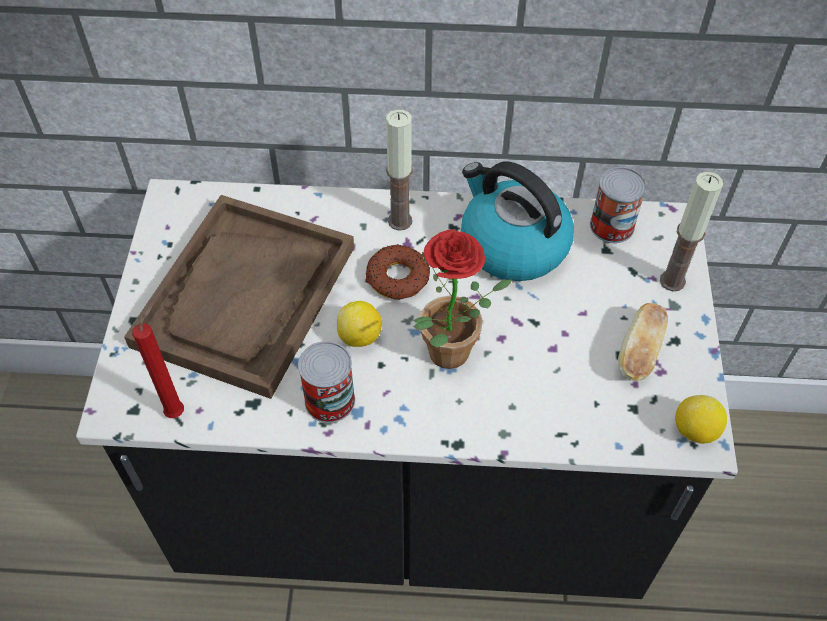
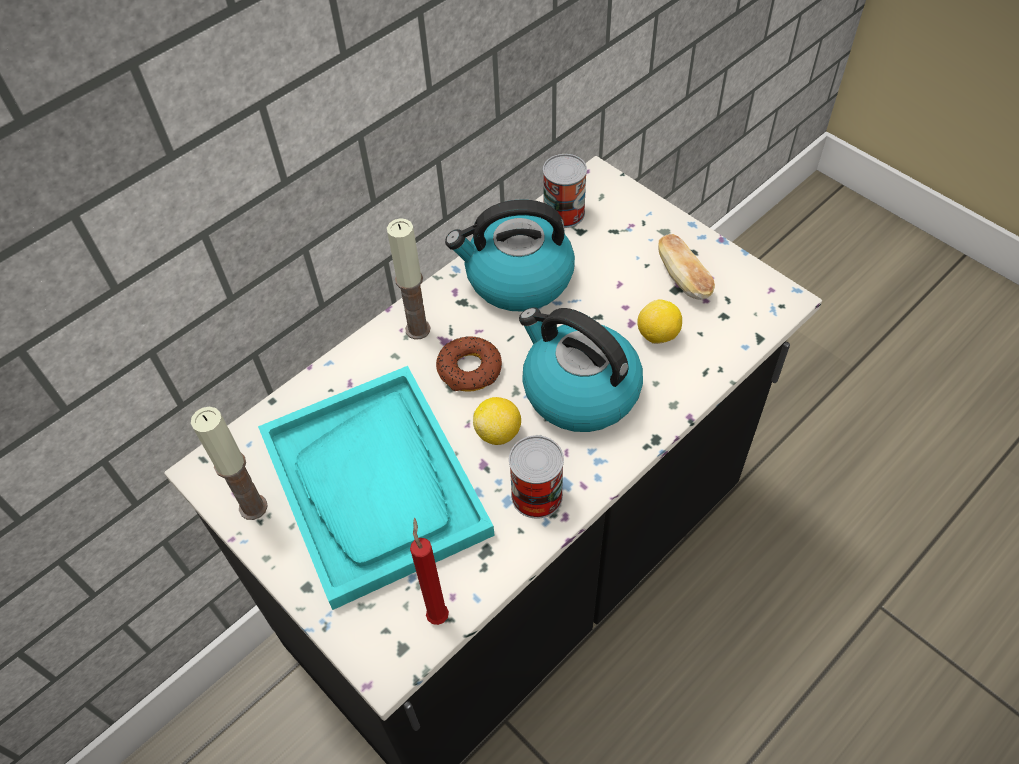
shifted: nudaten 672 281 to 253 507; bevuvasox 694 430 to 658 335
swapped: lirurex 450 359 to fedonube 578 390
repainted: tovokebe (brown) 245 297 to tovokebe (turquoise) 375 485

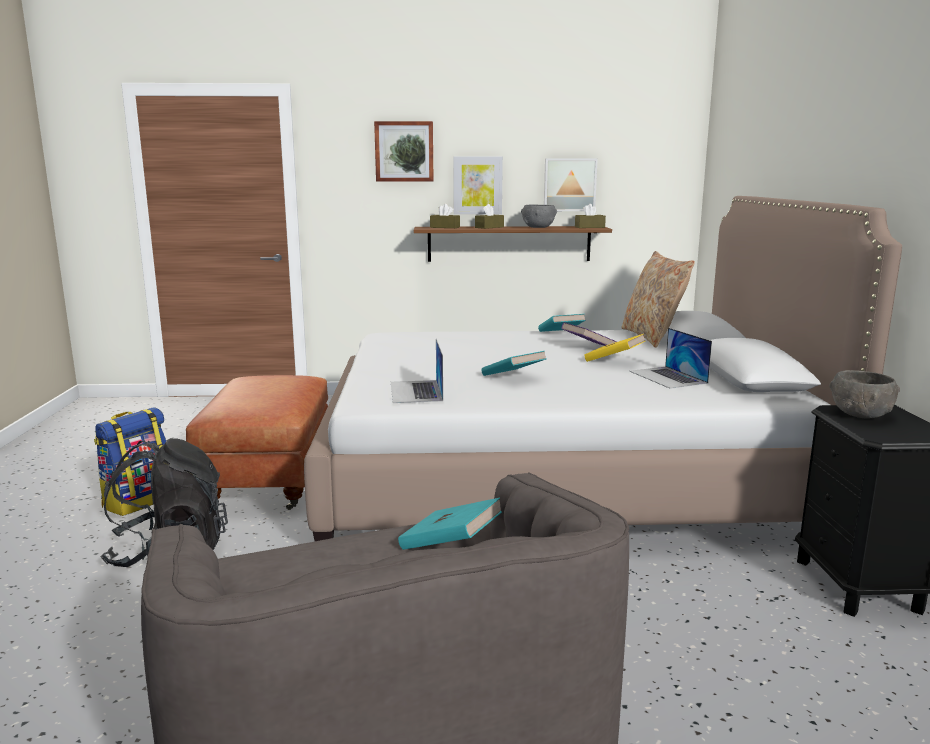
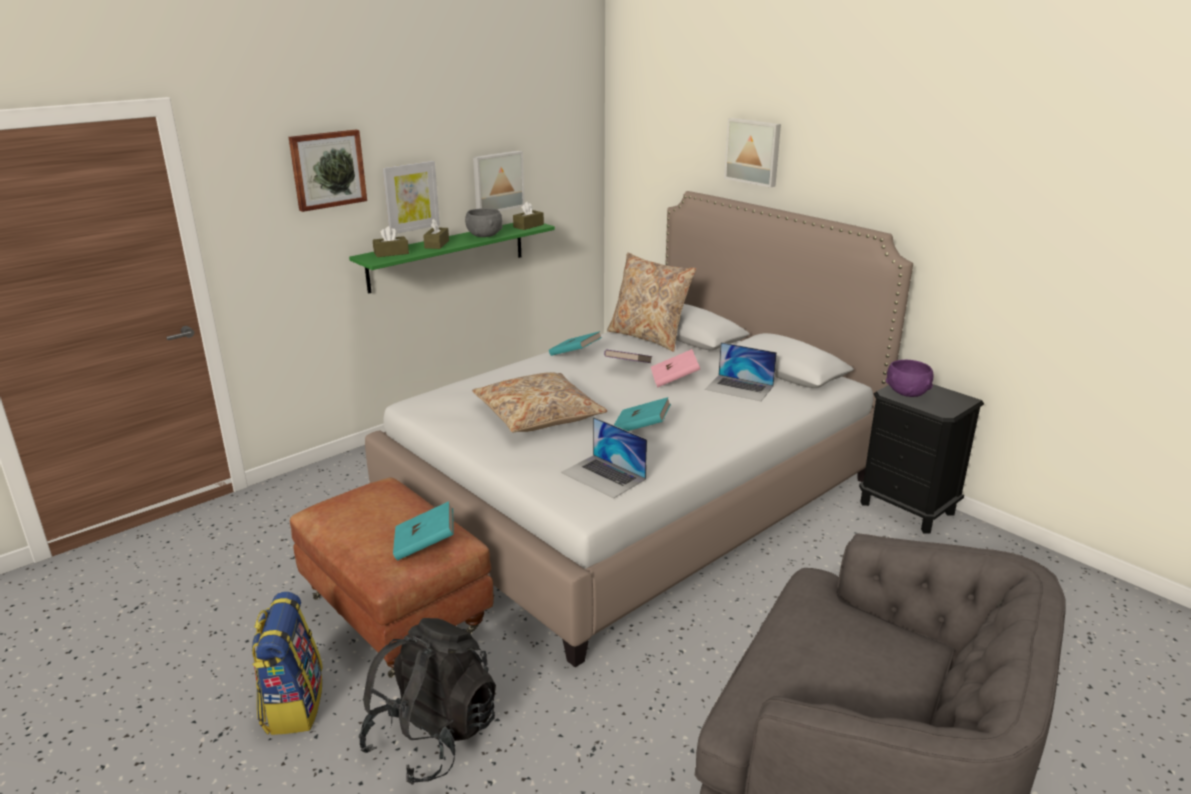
new: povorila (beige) 538 415; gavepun 753 151
shifted: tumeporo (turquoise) 451 545 to 425 544
repainted: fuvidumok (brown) 509 243 to fuvidumok (green) 447 255; tumeporo (yellow) 614 361 to tumeporo (pink) 674 380; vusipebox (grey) 860 414 to vusipebox (purple) 907 392

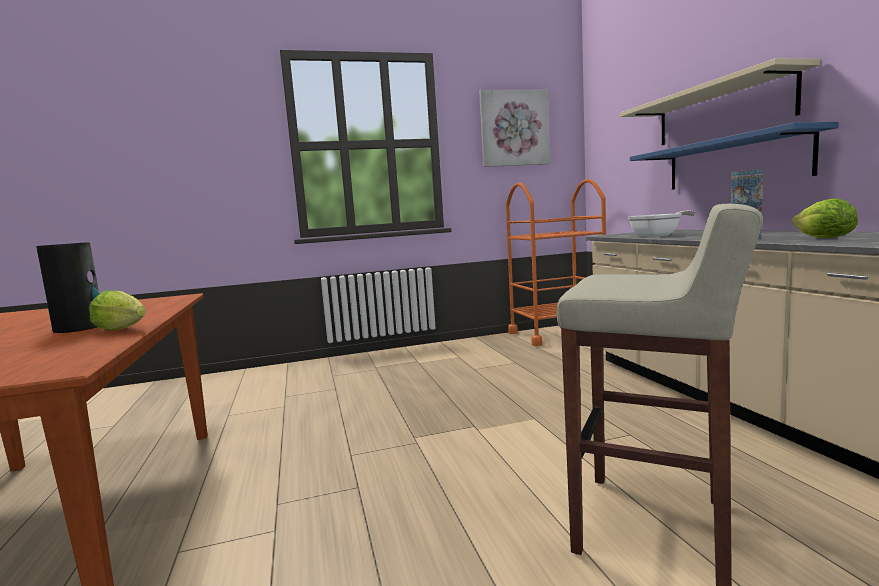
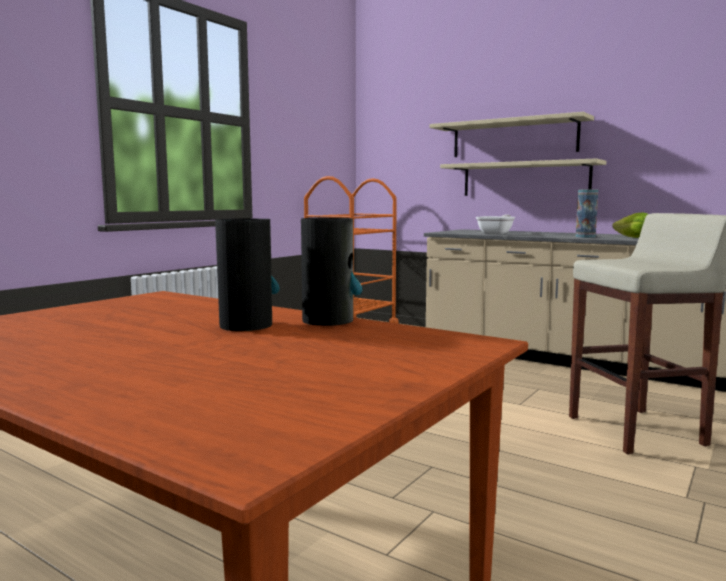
gone: gavepun 514 128
swapped: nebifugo 124 330 to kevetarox 328 320
repainted: fuvidumok (blue) 733 162 to fuvidumok (beige) 525 179

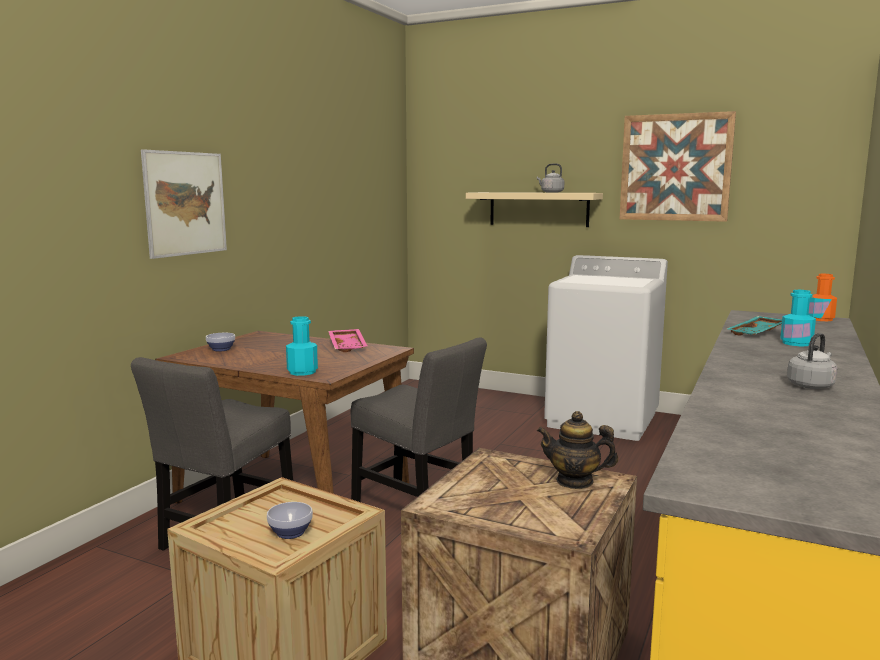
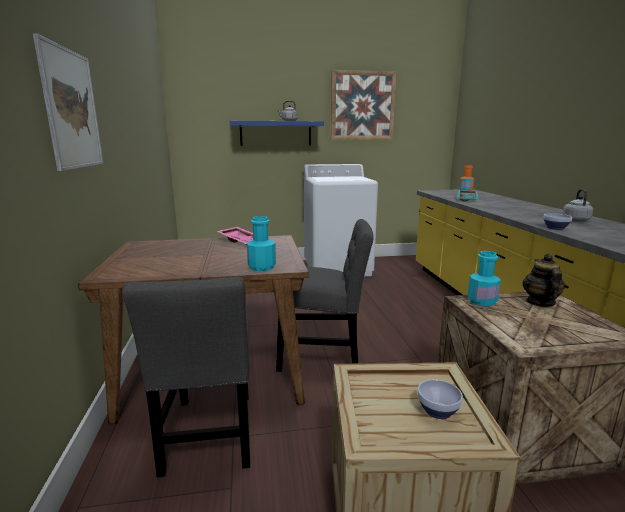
shifted: vusipebox 221 349 to 554 228; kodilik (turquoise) 796 343 to 482 301
repainted: fuvidumok (beige) 538 209 to fuvidumok (blue) 275 133
rotated: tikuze 575 481 = 540 302 120 degrees clockwise

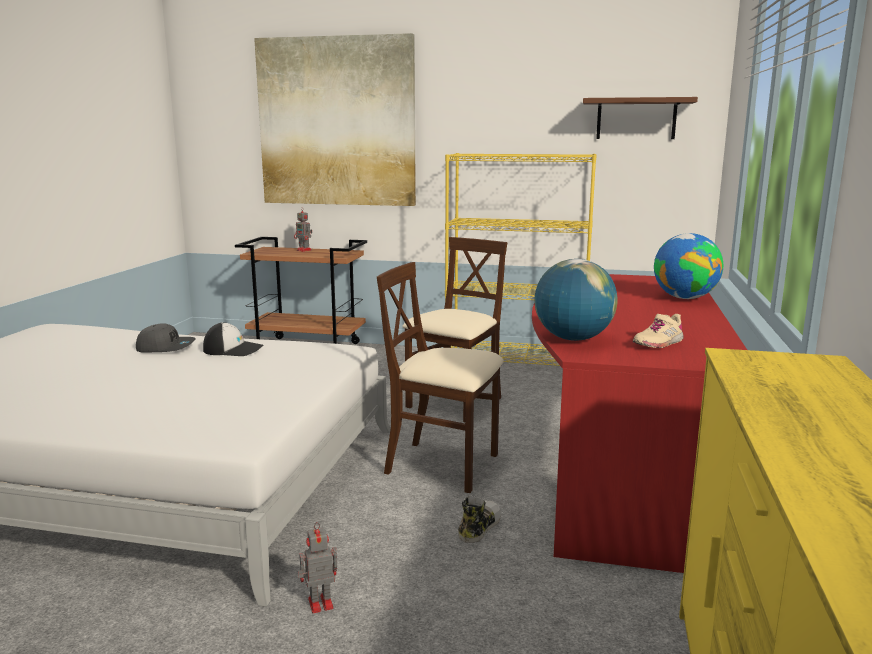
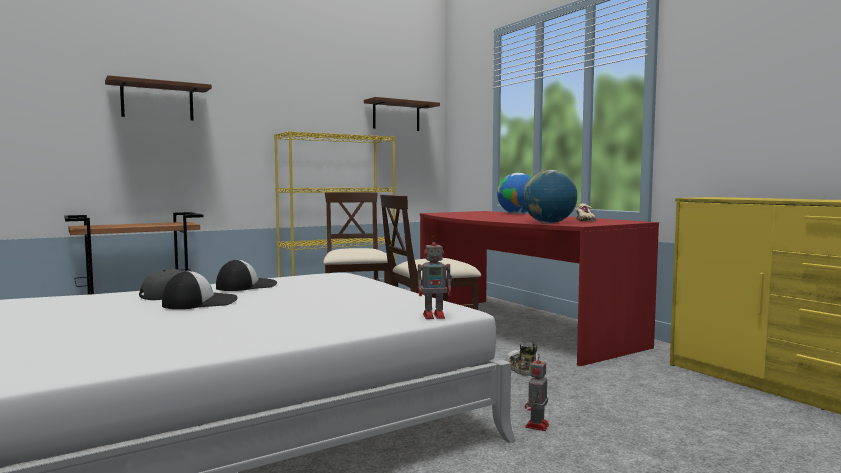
new: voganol 200 303
shifted: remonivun 304 250 to 435 316
swapped: gavepun 337 122 to fuvidumok (brown) 157 101

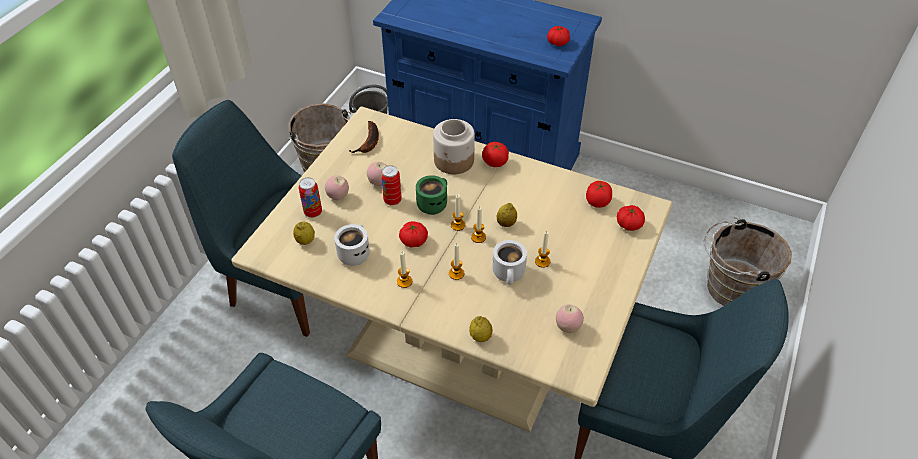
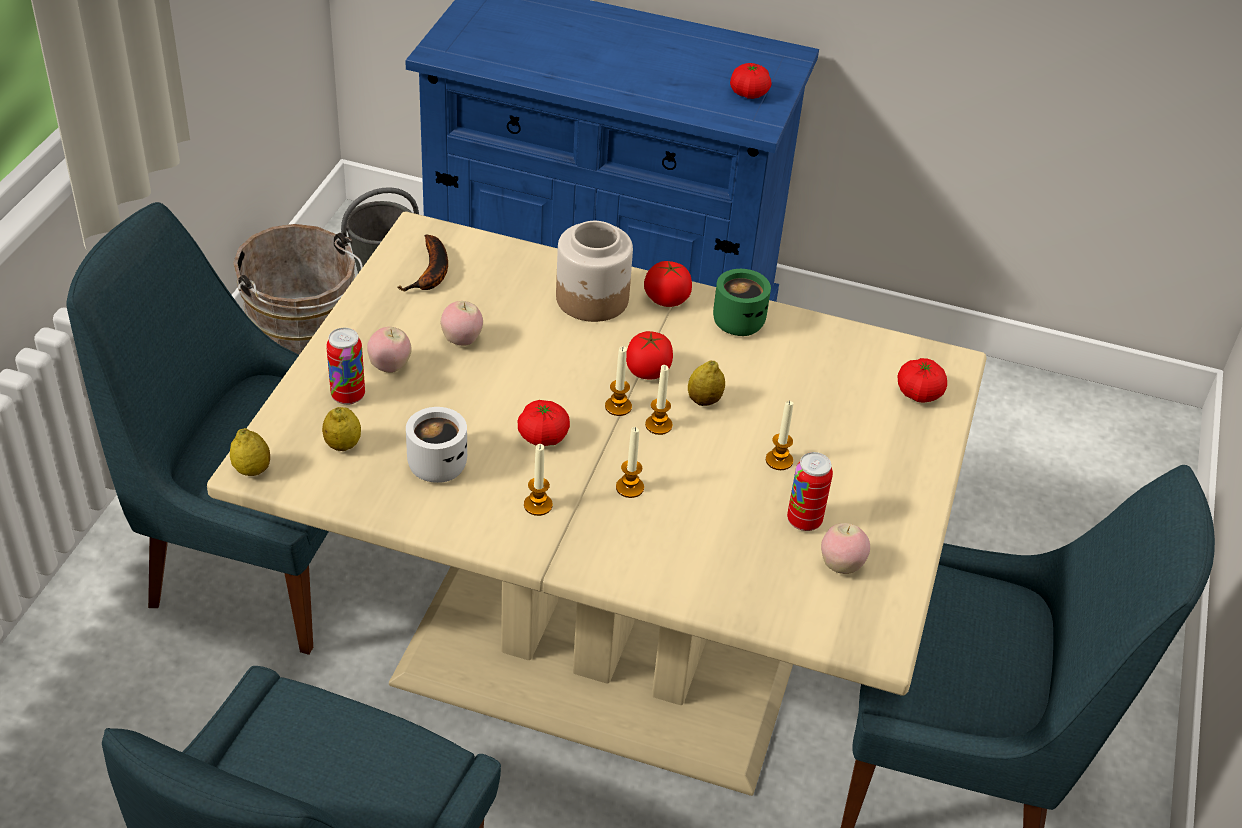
gone: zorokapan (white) 510 274; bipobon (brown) 729 288
shifted: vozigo 392 200 to 804 521; zorokapan (green) 432 203 to 738 319; bevuvasox 480 337 to 252 470; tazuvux 597 202 to 648 370

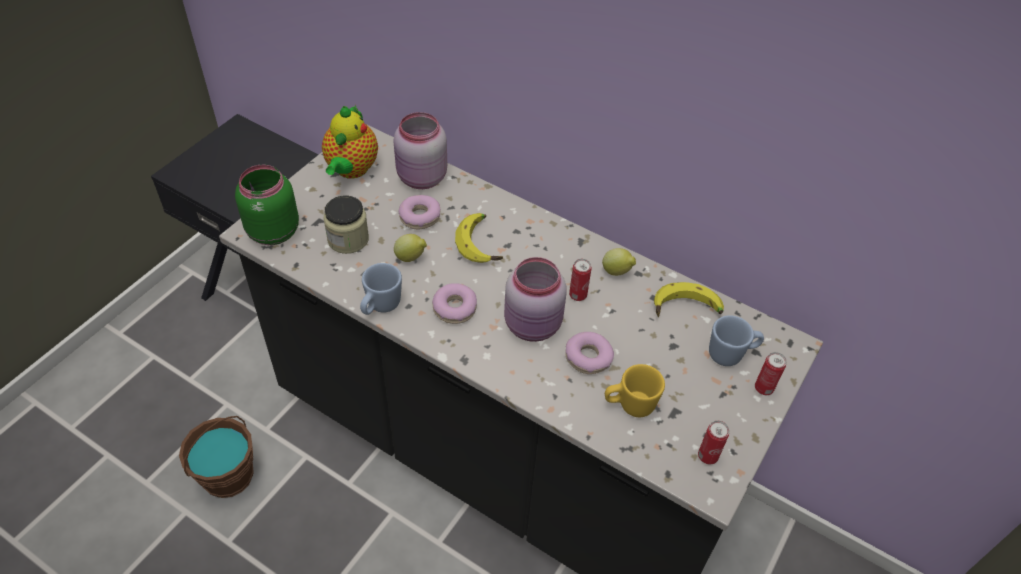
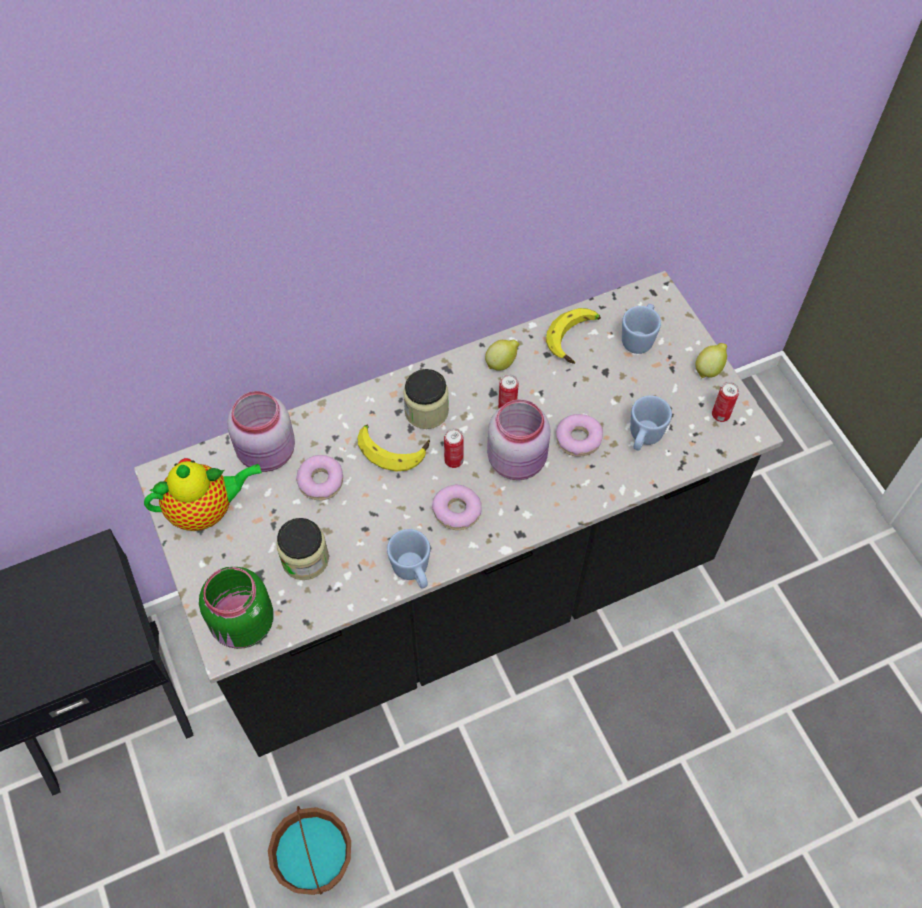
new: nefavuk 426 411
shifted: bevuvasox 411 258 to 709 369; vozigo 763 388 to 453 461
repainted: zorokapan (yellow) 629 405 to zorokapan (blue) 643 438
rotated: tikuze 351 170 = 206 510 60 degrees counterclockwise

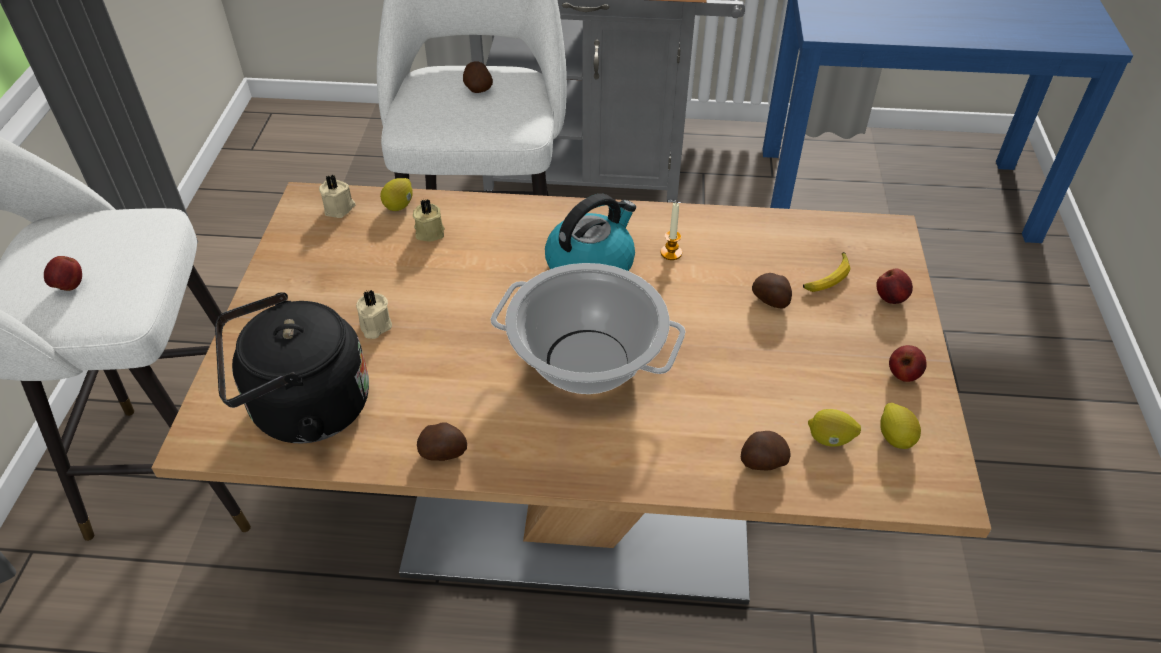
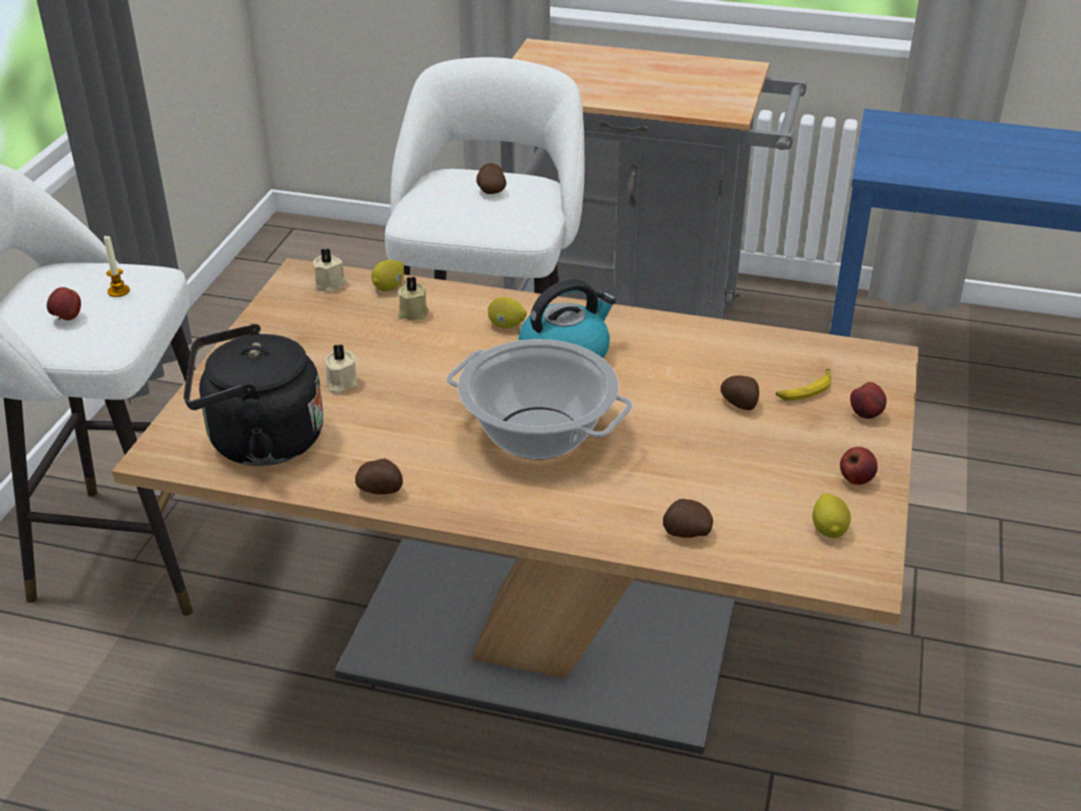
shifted: nudaten 671 253 to 118 291; bevuvasox 829 439 to 506 326

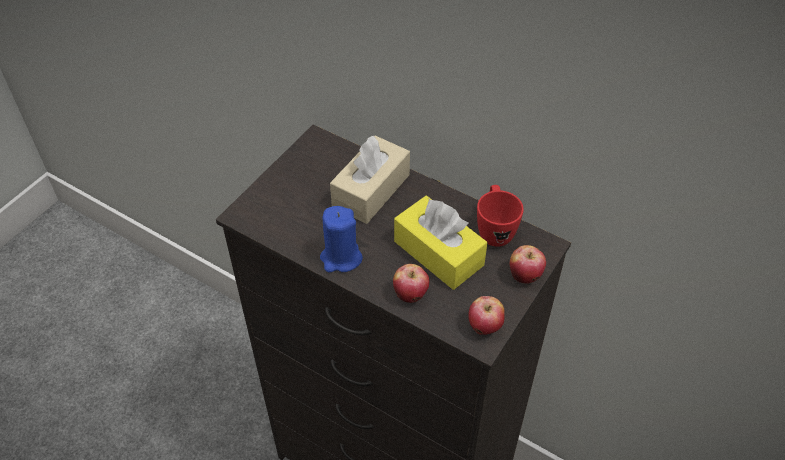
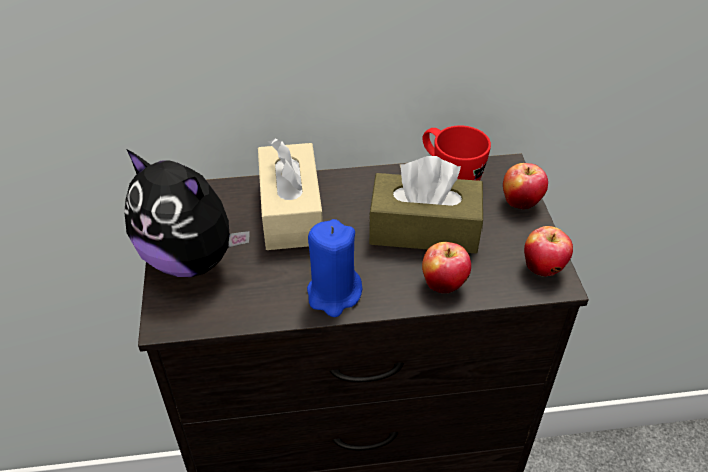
new: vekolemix 191 258
repainted: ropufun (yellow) 438 253 to ropufun (brown) 424 229

